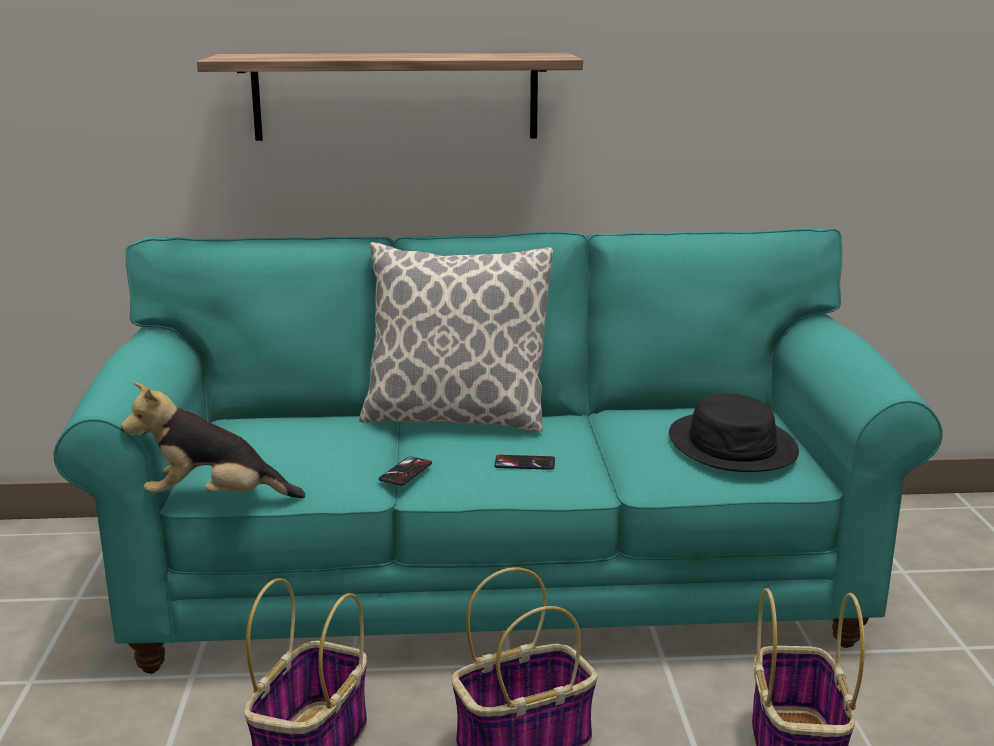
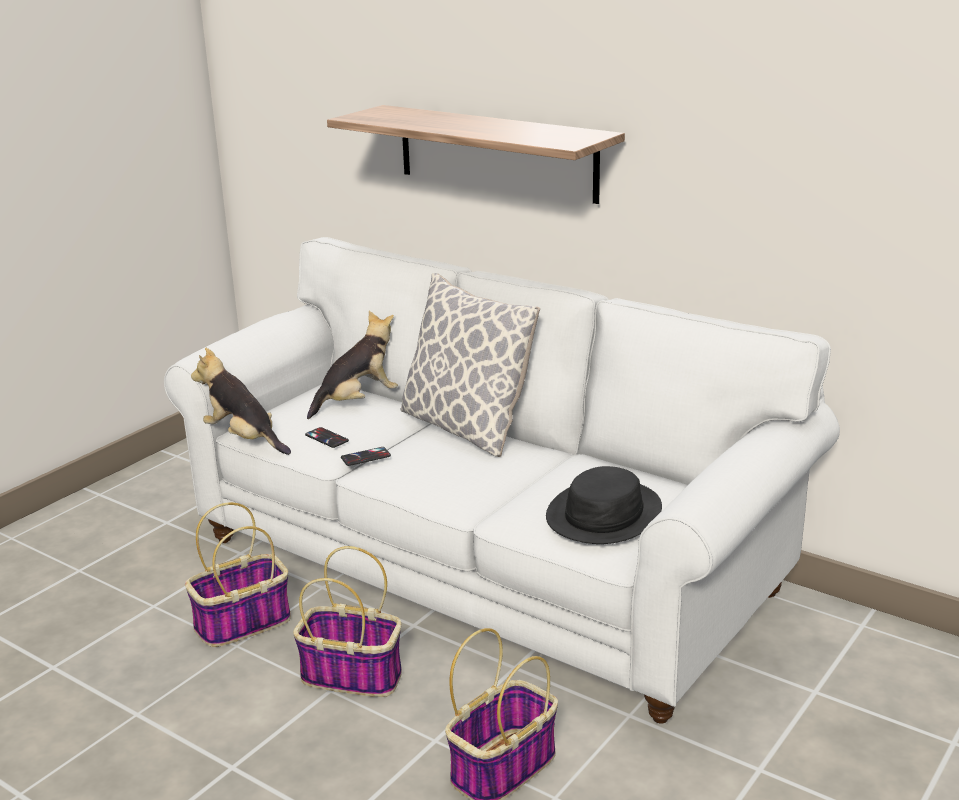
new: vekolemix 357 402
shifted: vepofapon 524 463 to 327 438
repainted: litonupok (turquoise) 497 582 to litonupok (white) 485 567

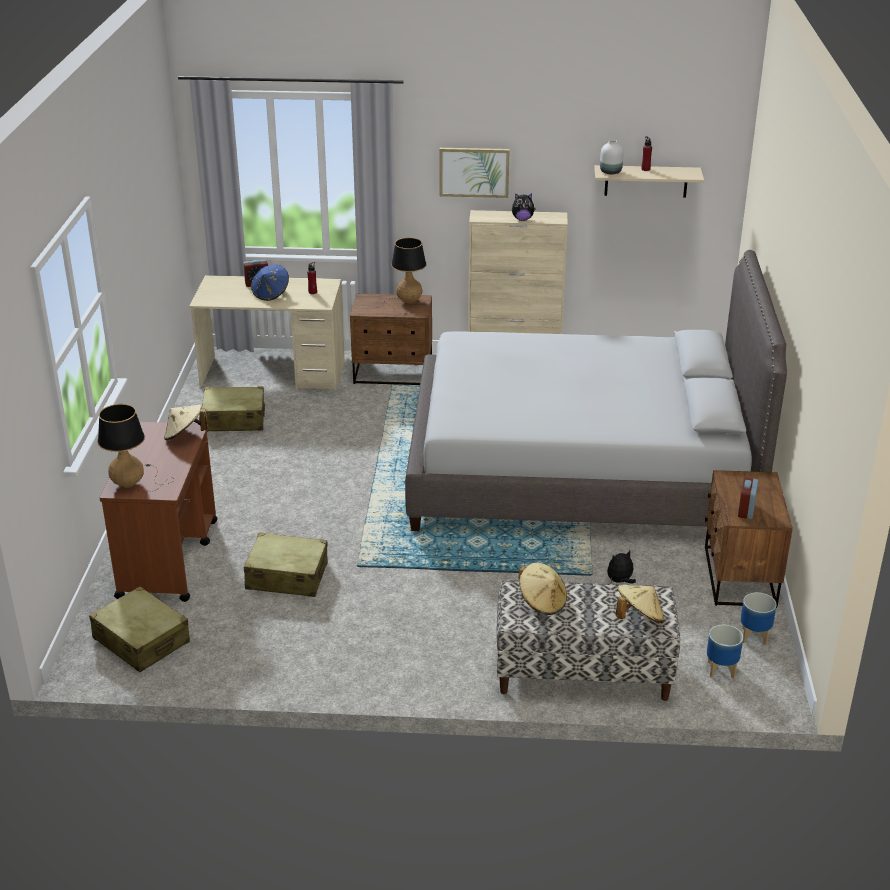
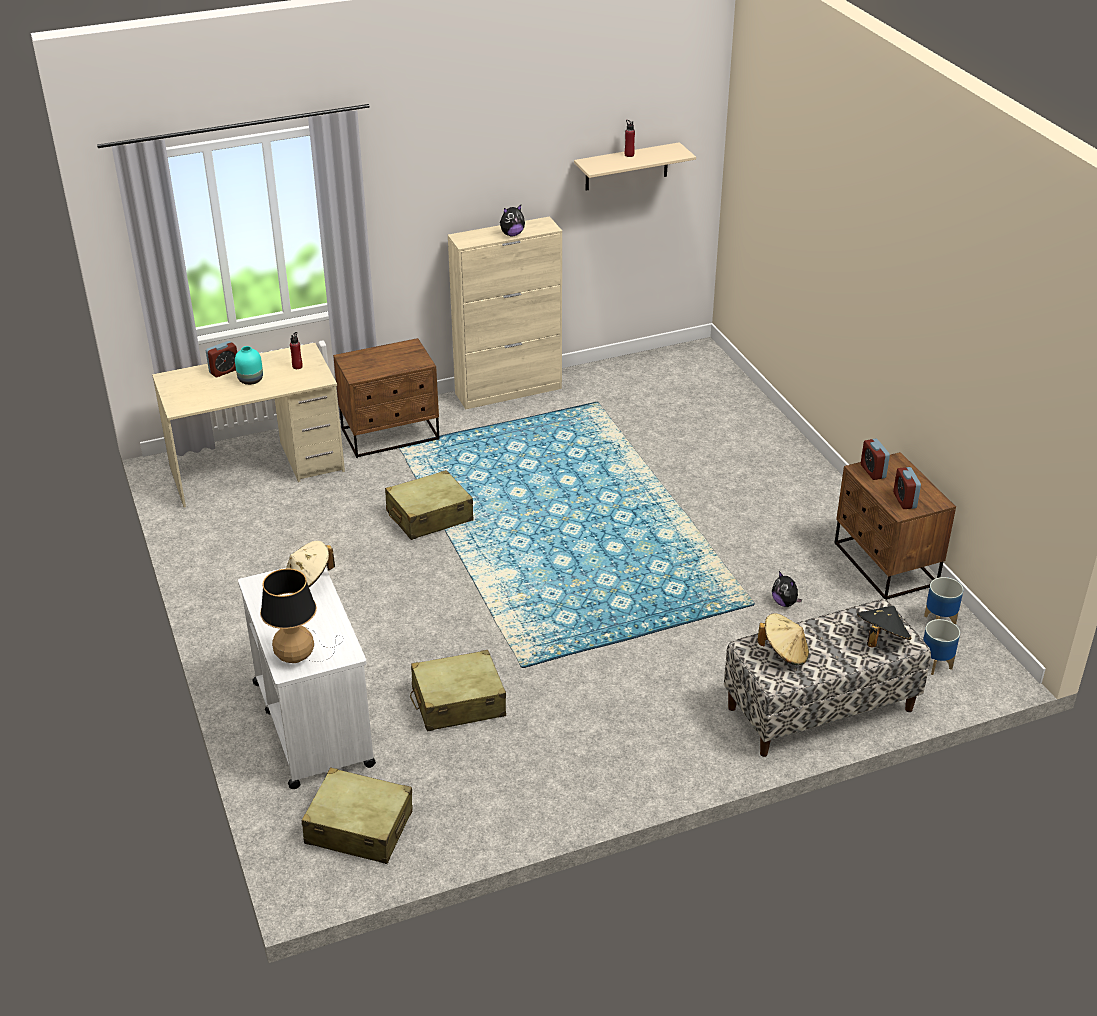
gone: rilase 405 302; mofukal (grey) 581 471; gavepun 474 172; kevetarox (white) 611 172
new: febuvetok 873 471
shifted: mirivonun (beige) 234 420 to 429 516
swapped: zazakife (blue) 271 294 to kevetarox (turquoise) 251 380
repainted: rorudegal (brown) 169 558 to rorudegal (white) 312 722; zazakife (beige) 638 617 to zazakife (black) 881 640
rotated: vekolemix 620 581 = 785 603 75 degrees counterclockwise

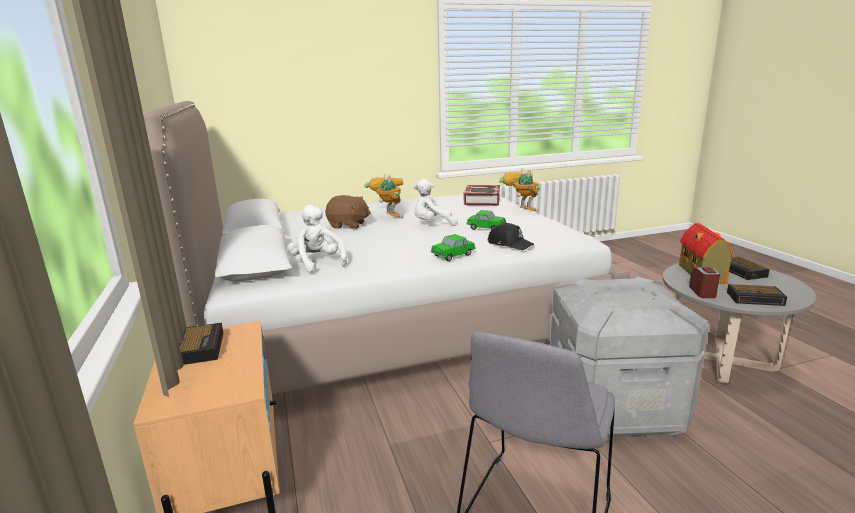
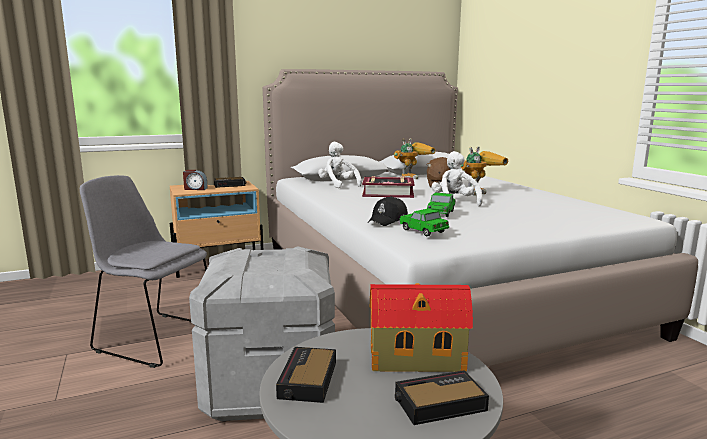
shifted: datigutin 453 255 to 423 231; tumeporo 481 200 to 388 193; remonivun 520 210 to 412 177; febuvetok 703 292 to 195 189
rotated: vekolemix (white) 317 263 = 338 185 90 degrees counterclockwise

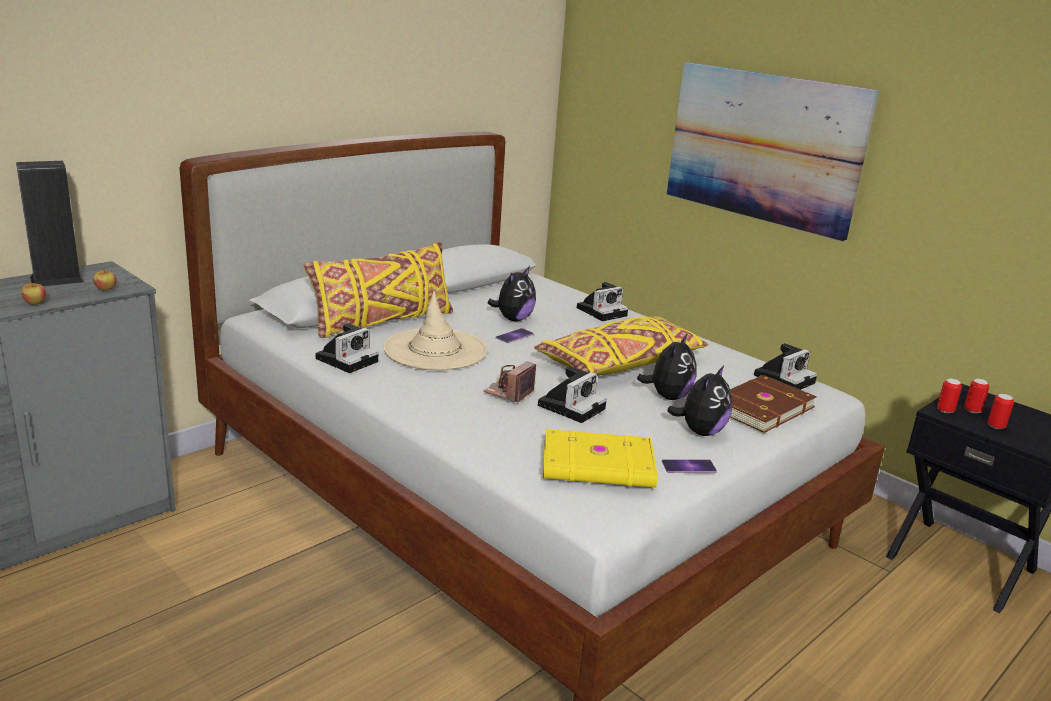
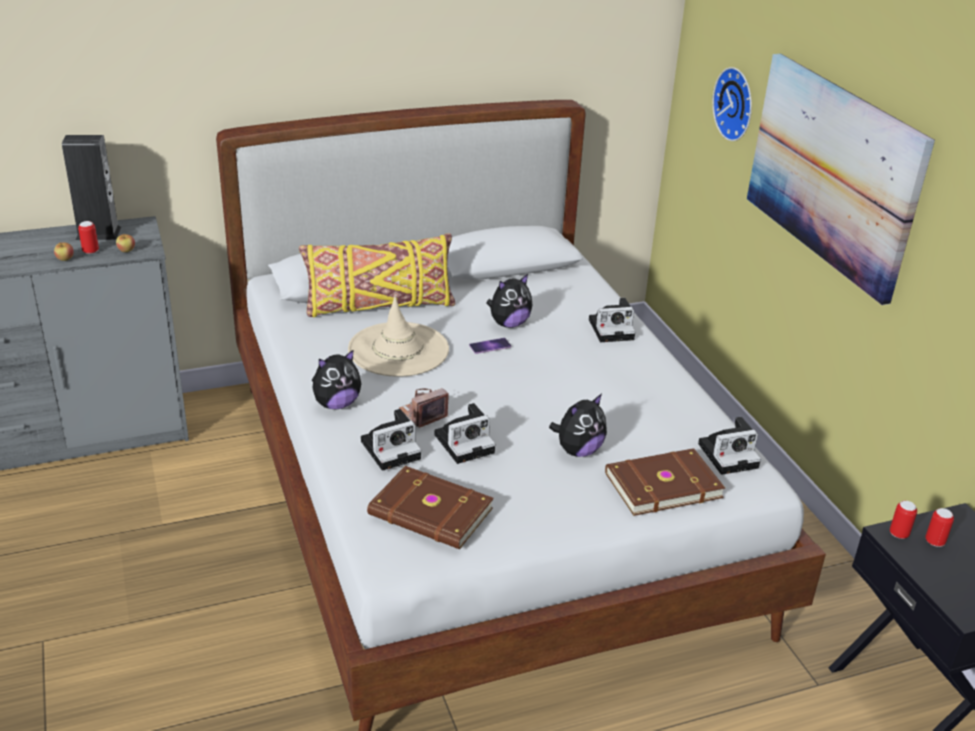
gone: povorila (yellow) 620 364; vepofapon 688 466
new: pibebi 737 104
shifted: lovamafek 348 359 to 392 449; vekolemix 700 431 to 336 404; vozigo 996 426 to 90 251
repainted: tumeporo (yellow) 598 465 to tumeporo (brown) 430 513

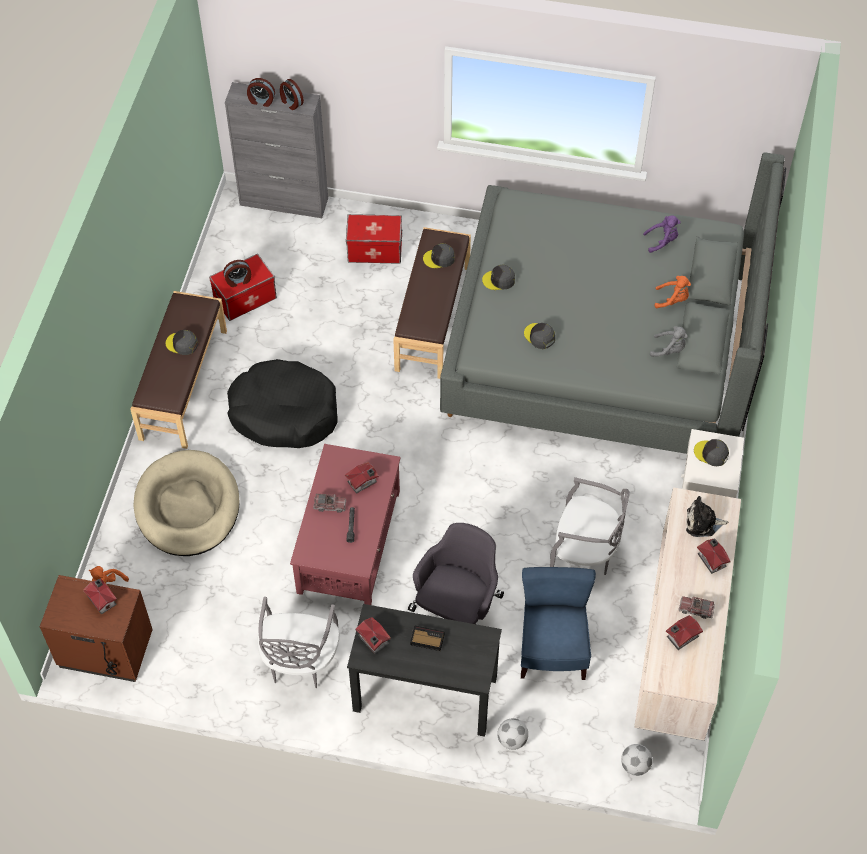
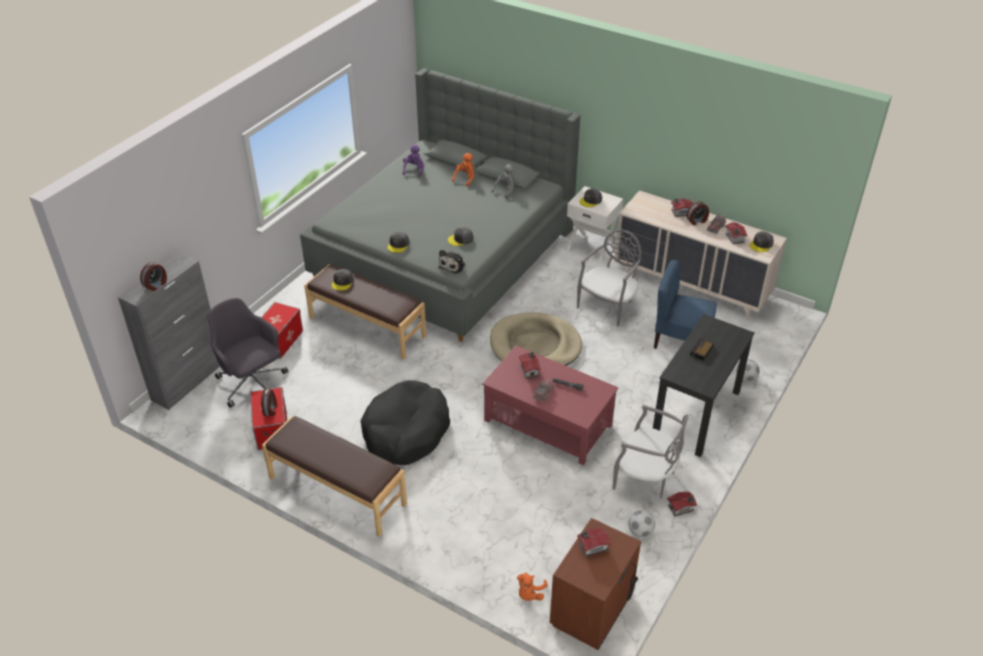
shifted: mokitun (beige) 187 506 to 535 346; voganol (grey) 182 344 to 761 244; febuvetok 291 102 to 697 221; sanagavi 373 640 to 681 508; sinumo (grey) 457 612 to 252 383; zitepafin 635 765 to 640 531; vekolemix 703 523 to 453 265

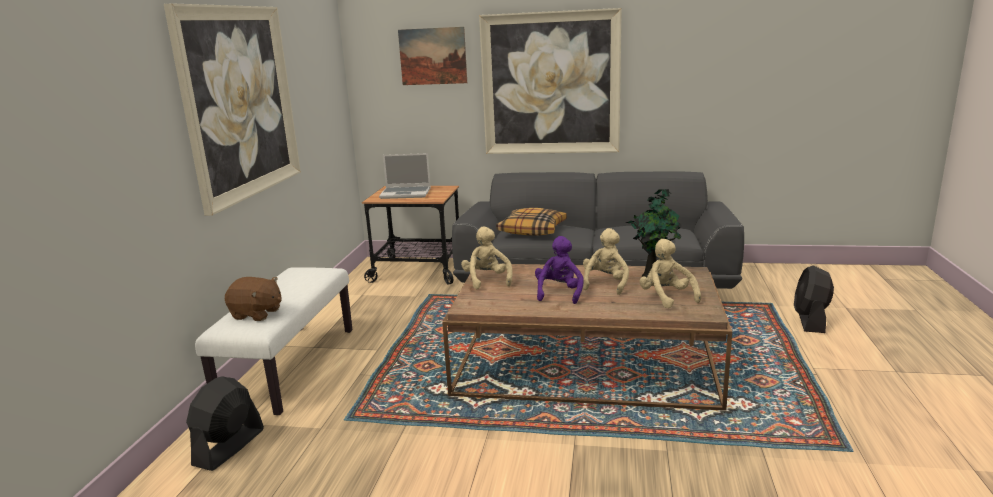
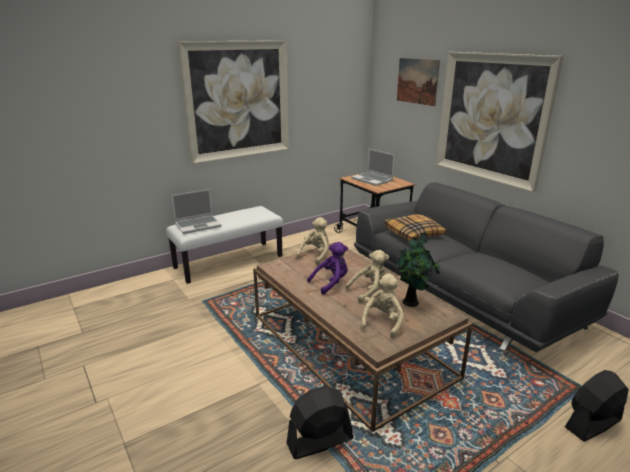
shifted: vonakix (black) 229 447 to 319 441
swapped: vekolemix (brown) 256 314 to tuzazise 198 225

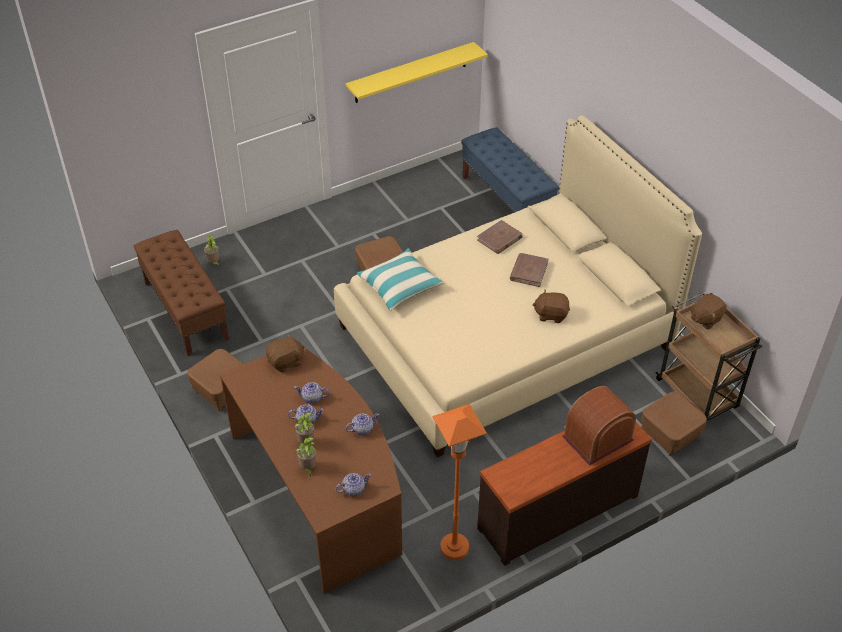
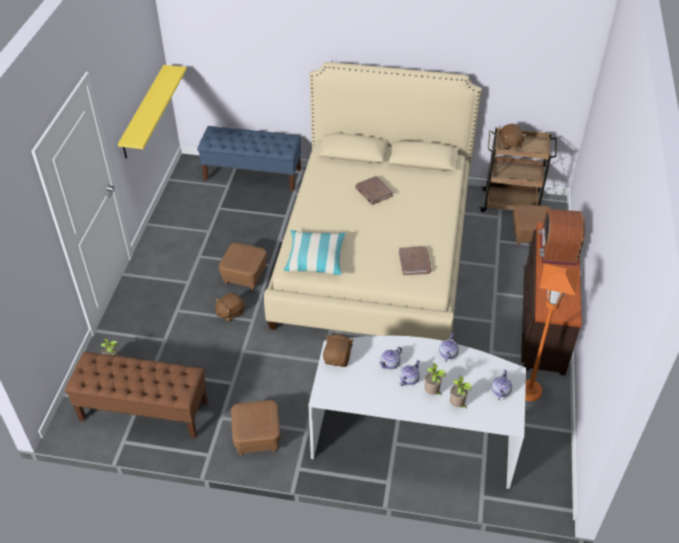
shifted: tumeporo (brown) 499 239 to 414 262; vekolemix (brown) 551 314 to 230 313
repainted: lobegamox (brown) 319 490 to lobegamox (white) 413 435

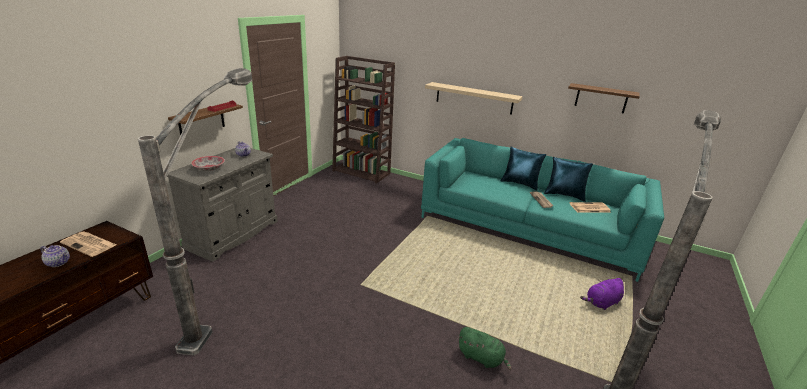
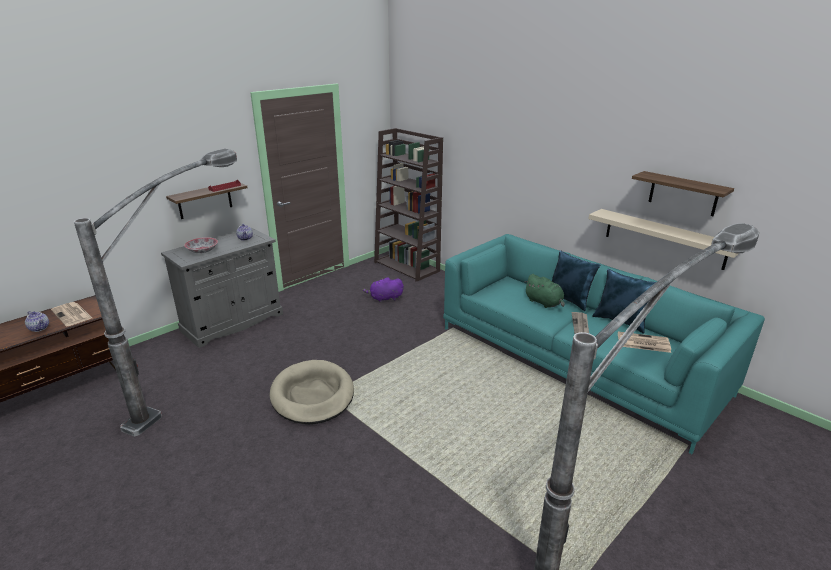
new: mokitun (beige) 312 395
shifted: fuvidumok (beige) 474 98 to 664 238; vekolemix (green) 482 358 to 544 303; vekolemix (purple) 601 303 to 385 298

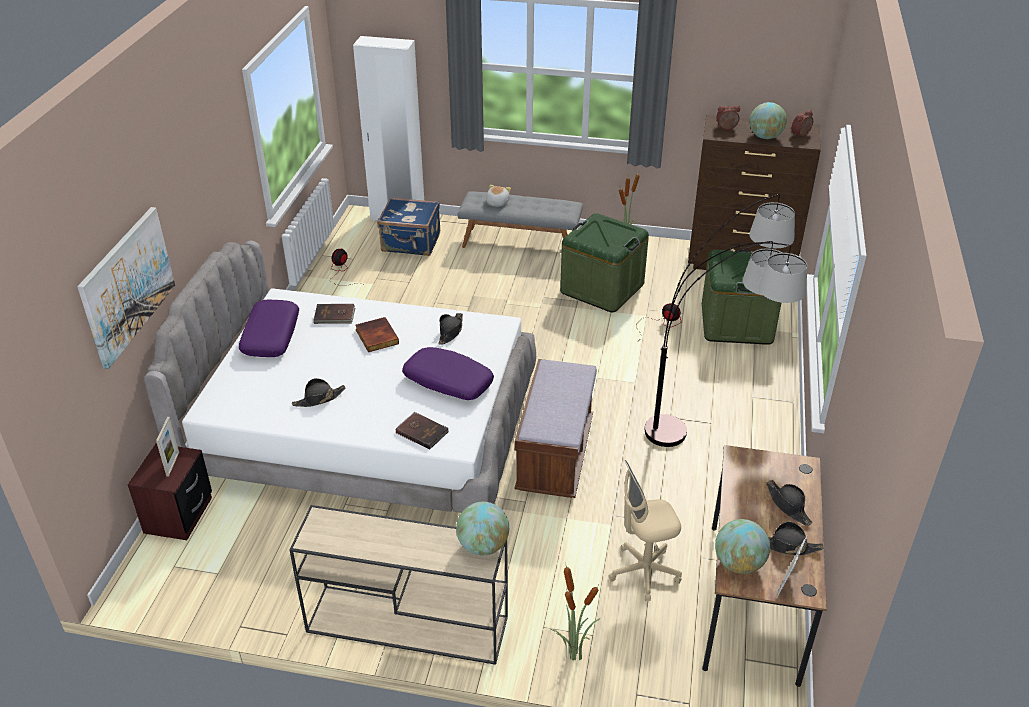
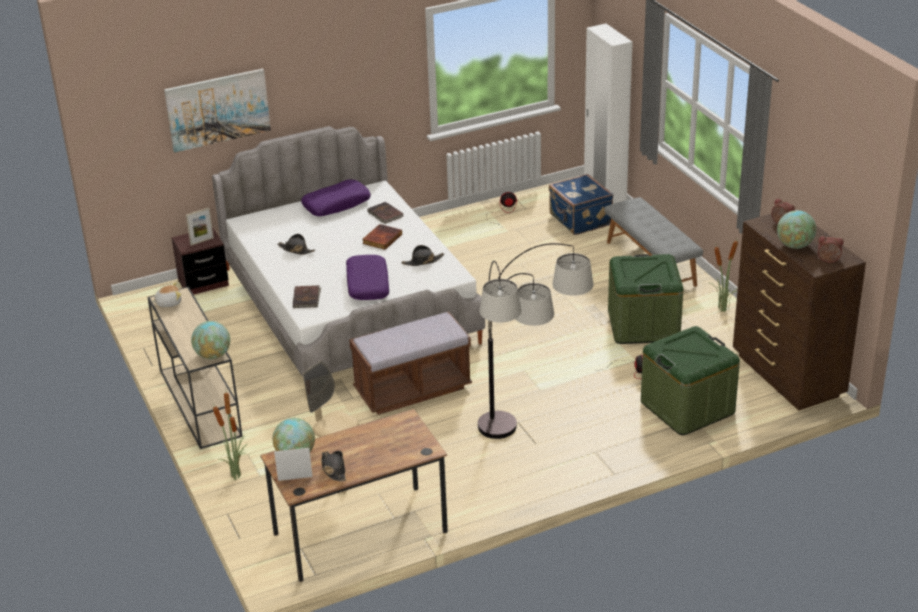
gone: zazakife (black) 788 506
shifted: vekolemix 496 203 to 168 303

